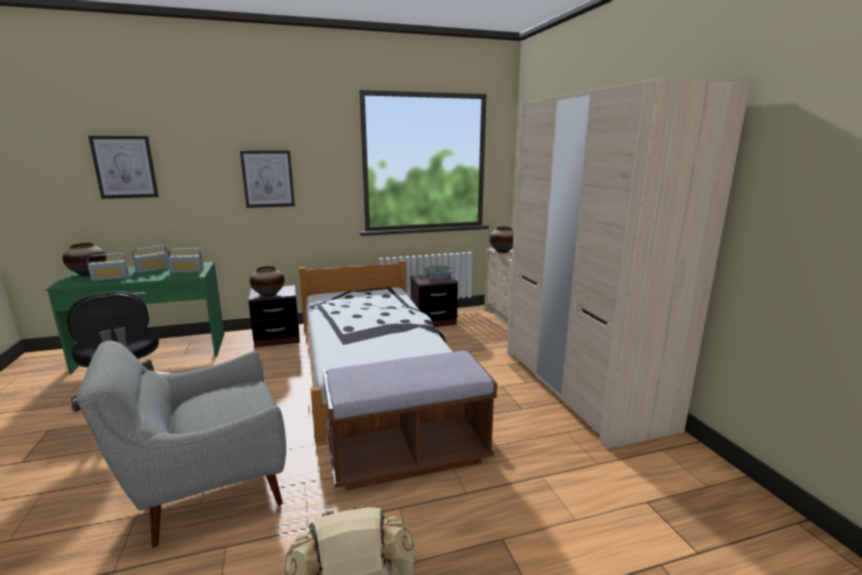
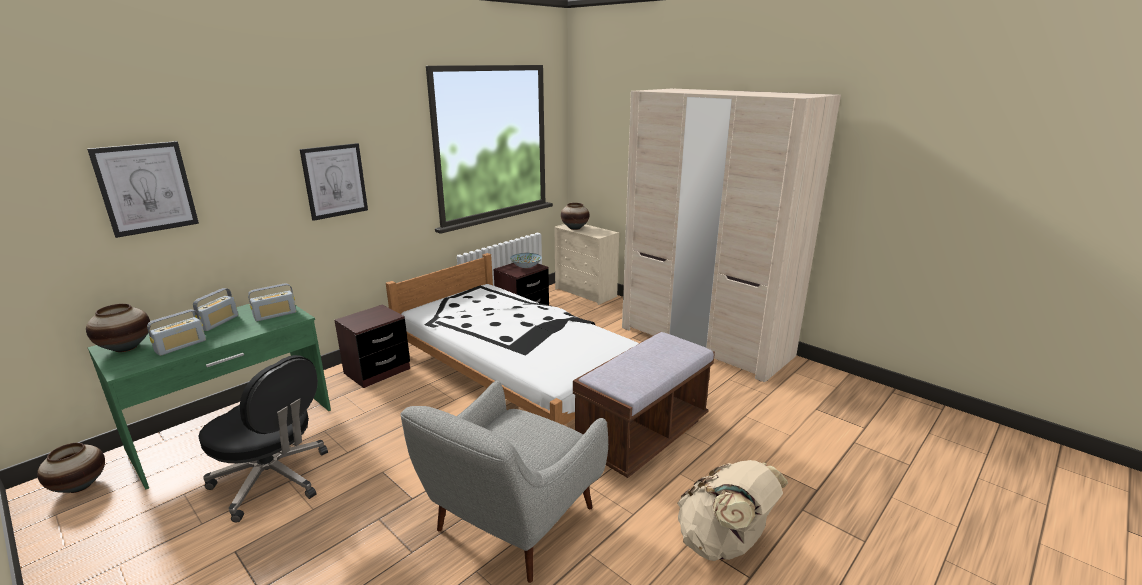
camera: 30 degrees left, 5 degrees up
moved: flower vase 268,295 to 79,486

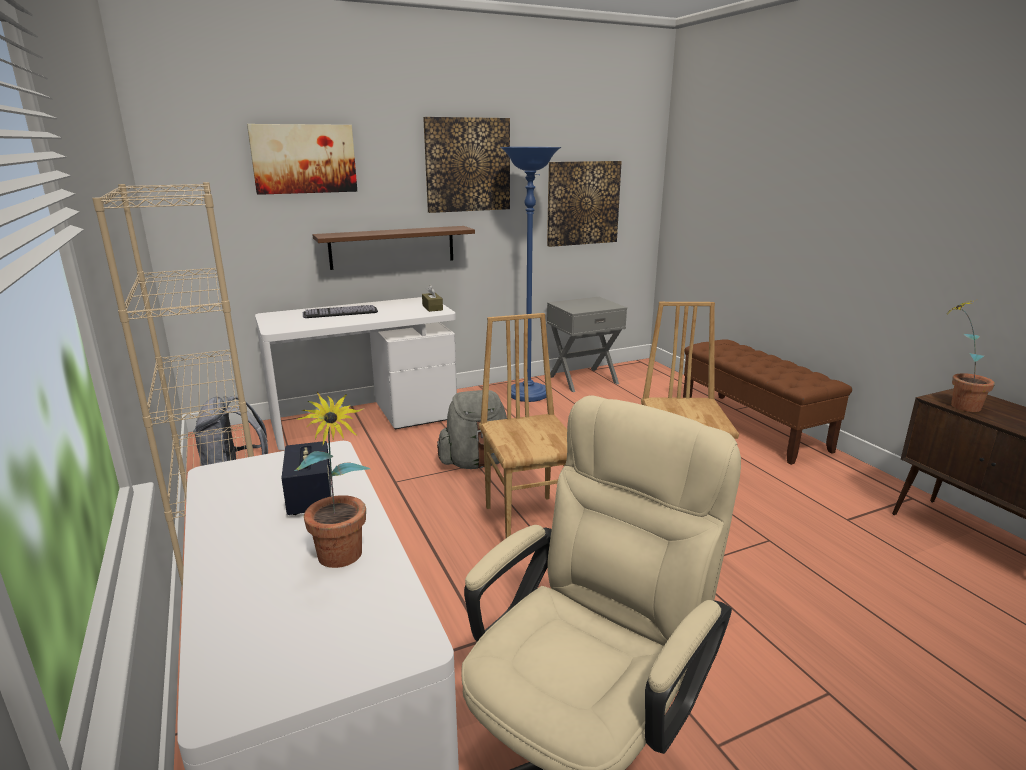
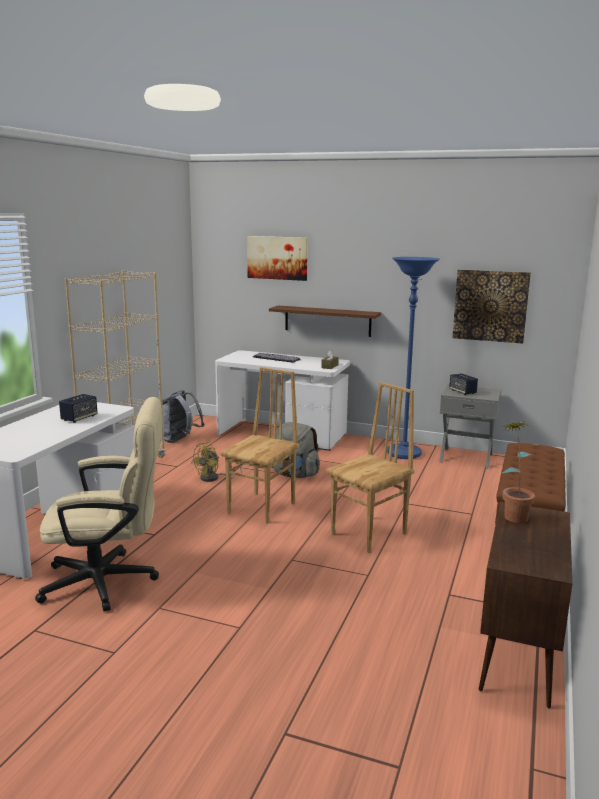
camera: 45 degrees right, 5 degrees down
removed: plant in a pot 342,562; wall art 467,165
added: yellowish cooling fan 214,478; speaker 462,392

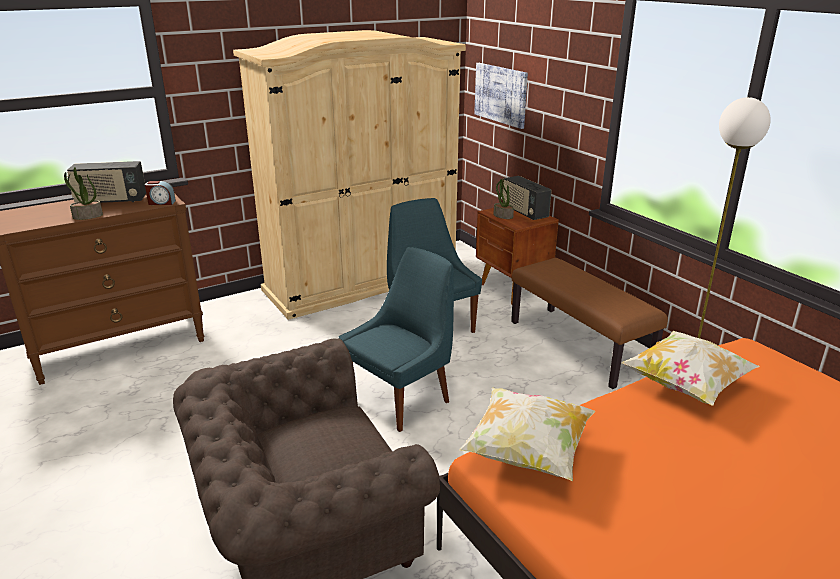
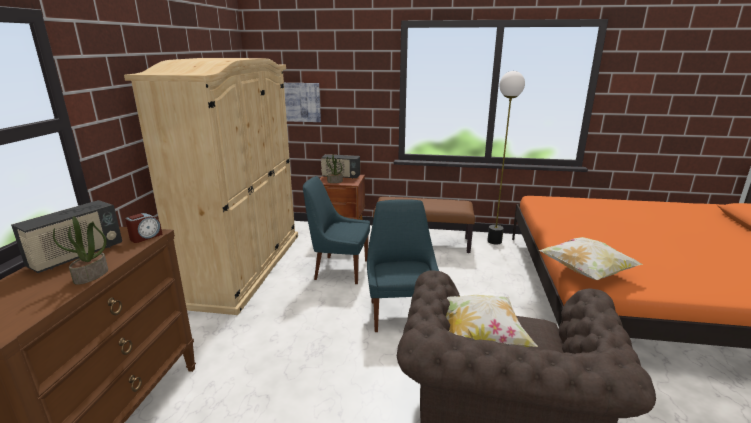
camera: 50 degrees left, 5 degrees down
moved: cushion 686,385 to 480,337

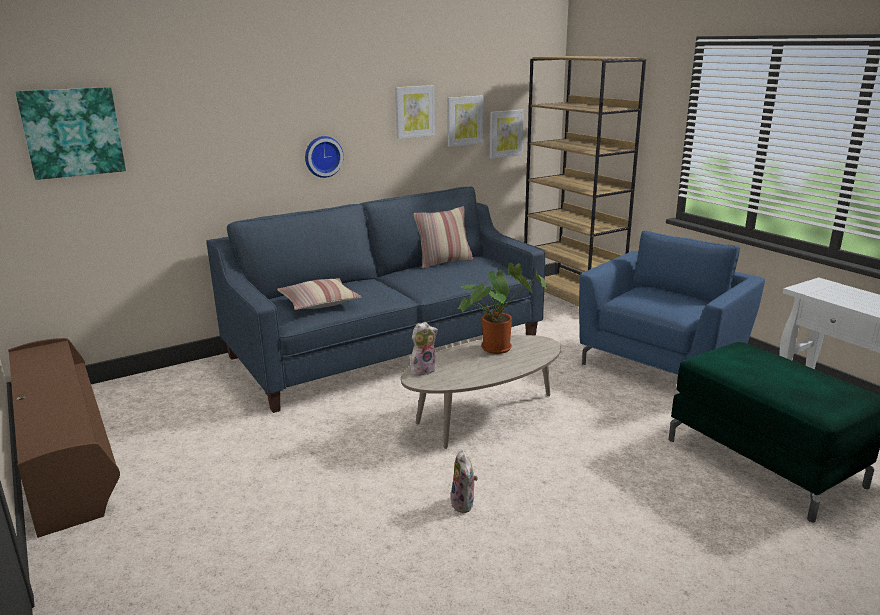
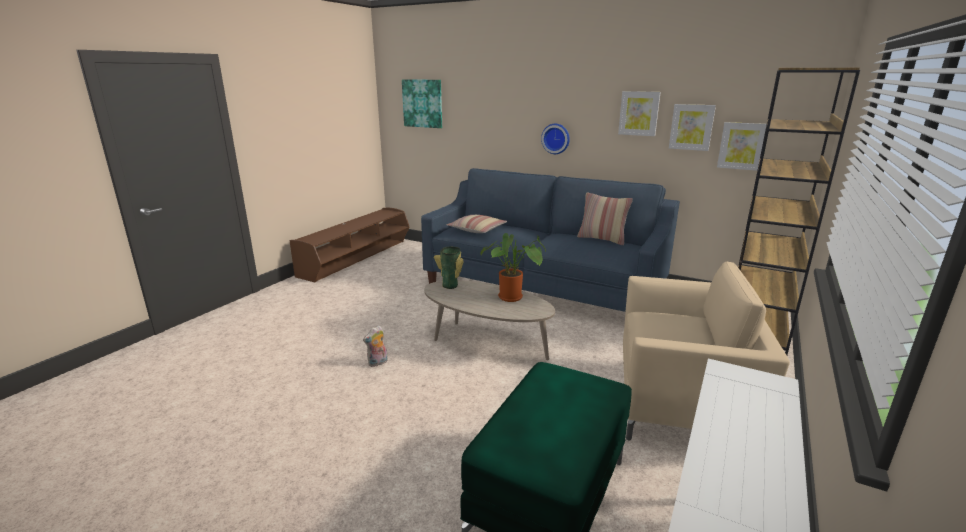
camera: 60 degrees right, 0 degrees up
replaced: soft toy 423,370 to flower vase 451,284
recoloured: blue armchair 661,365 to beige armchair 681,405

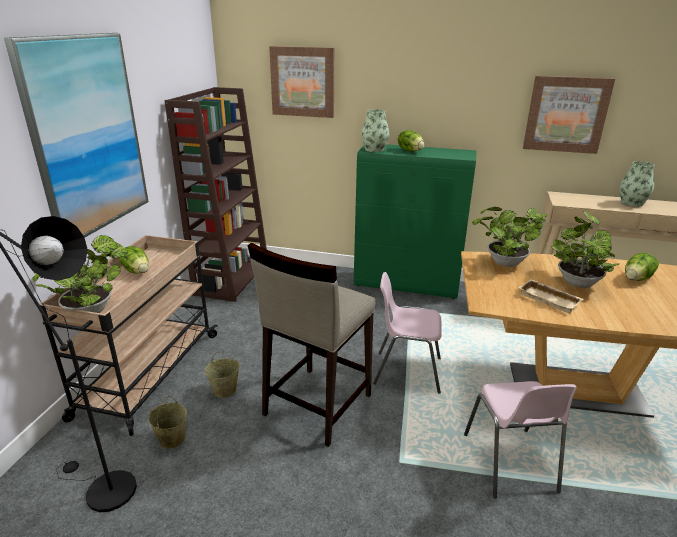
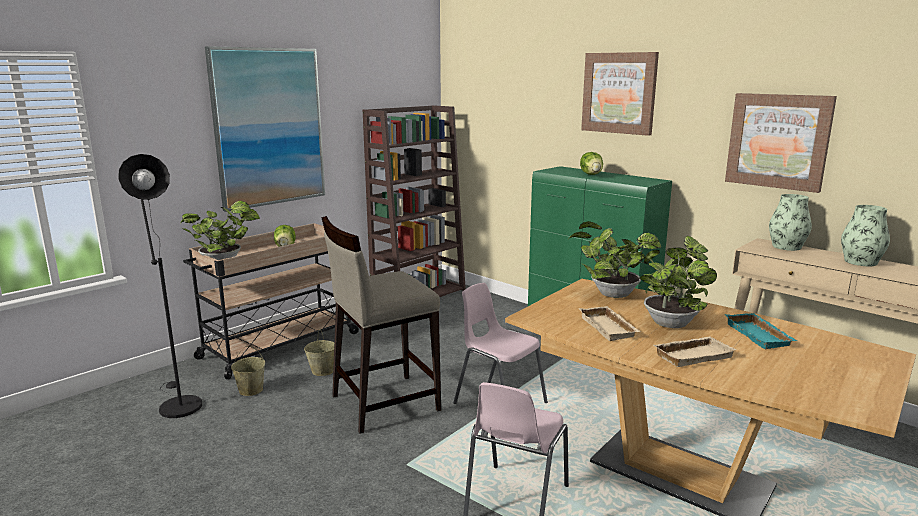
camera: 30 degrees right, 10 degrees down
added: beige tray 692,355
moved: wall art 303,82 to 619,93; flower vase 374,149 to 786,247
replaced: head of lettuce 637,279 to turquoise-coloured tray 760,335

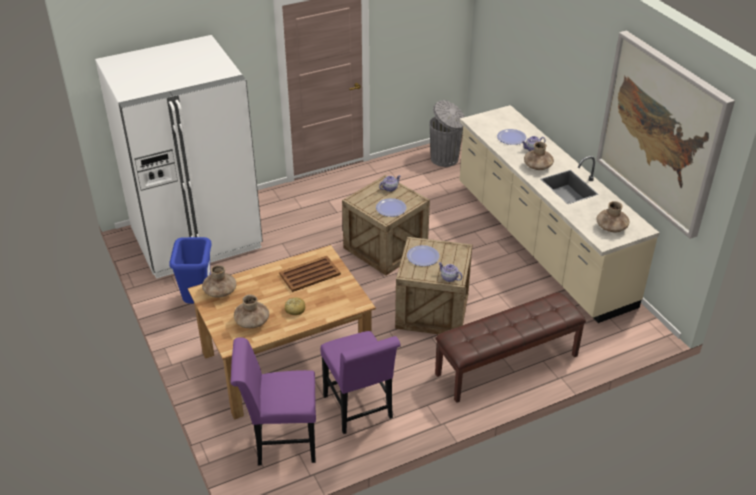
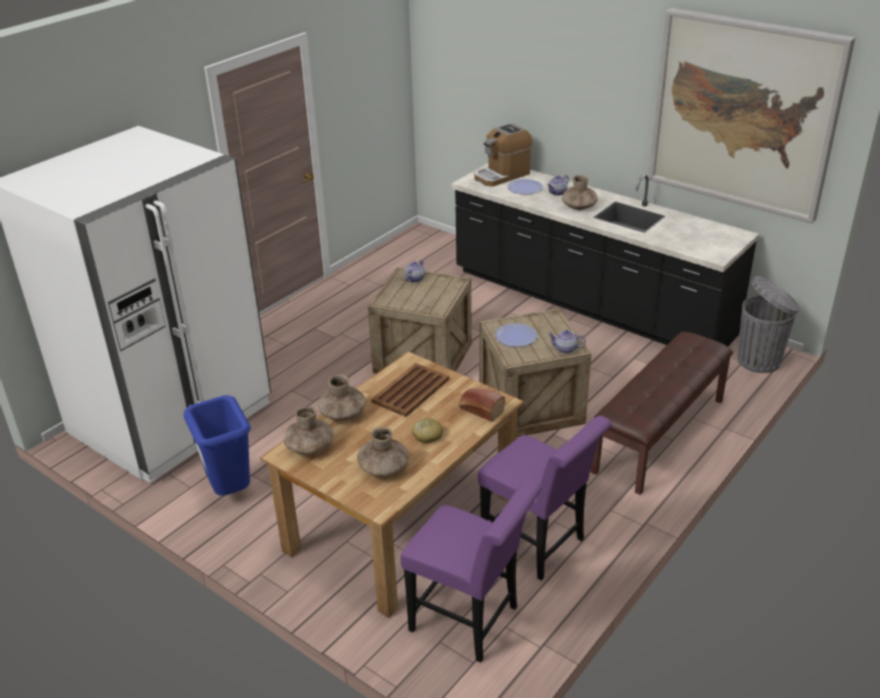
camera: 25 degrees left, 5 degrees down
removed: flat dish 391,208
added: baked bread 480,410; coffee brewer 502,175
moved: gray waste bin 445,159 to 760,361; brown-coloured flower vase 611,227 to 342,413
recoloured: beige kitchen counter 540,244 to blackish kitchen counter 589,304
turned: purplish chair 280,442 = 471,621 120 degrees counterclockwise

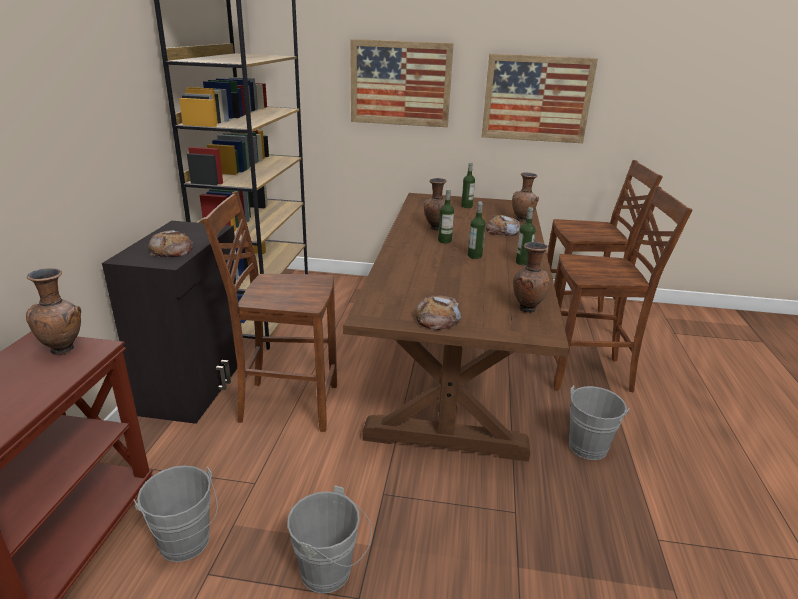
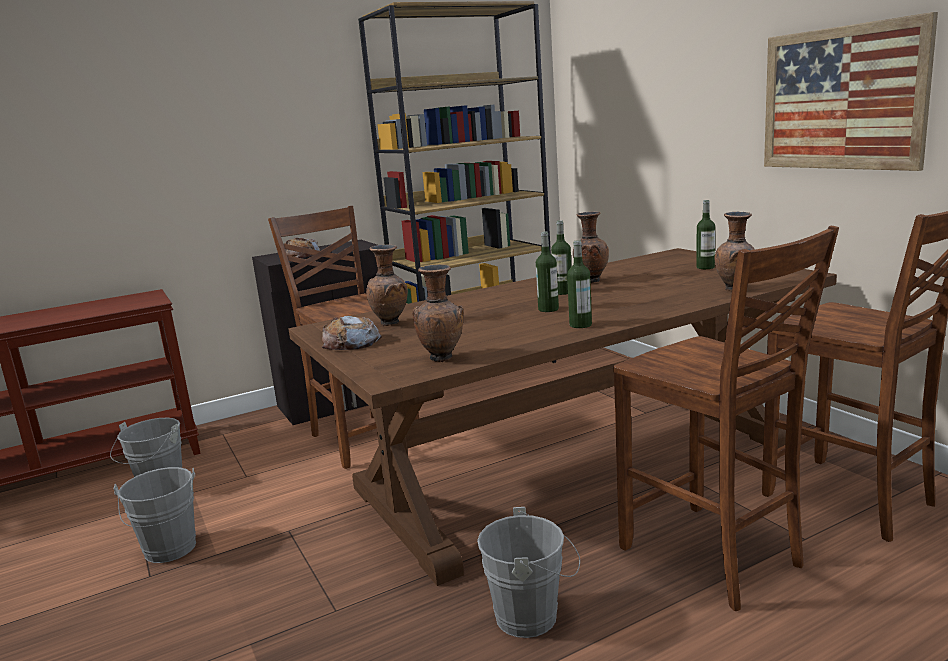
camera: 55 degrees right, 10 degrees down
removed: wall art 400,83; baked bread 502,231
moved: brown-coloured flower vase 64,349 to 391,323

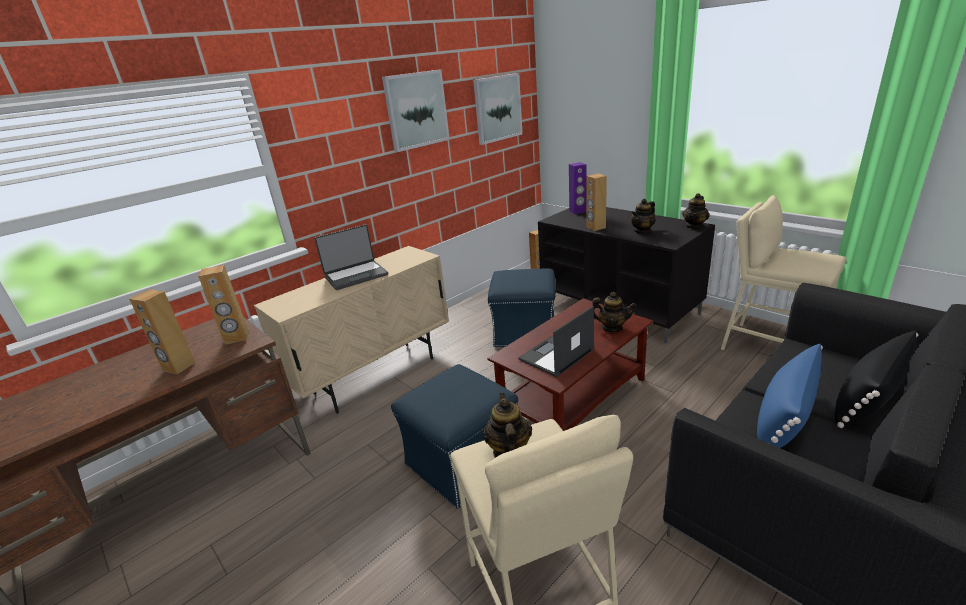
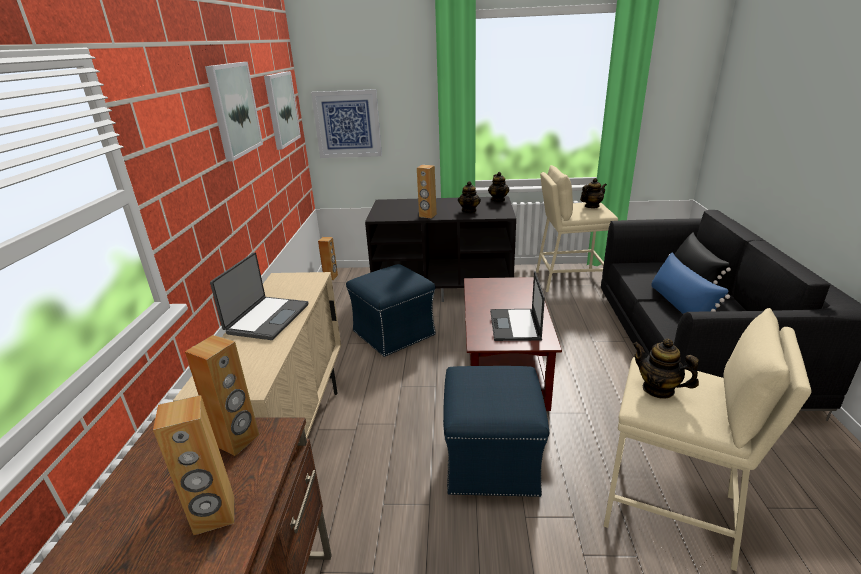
camera: 45 degrees left, 0 degrees up
removed: purplish speaker 577,211
added: wall art 347,124
moved: tea pot 612,328 to 591,206

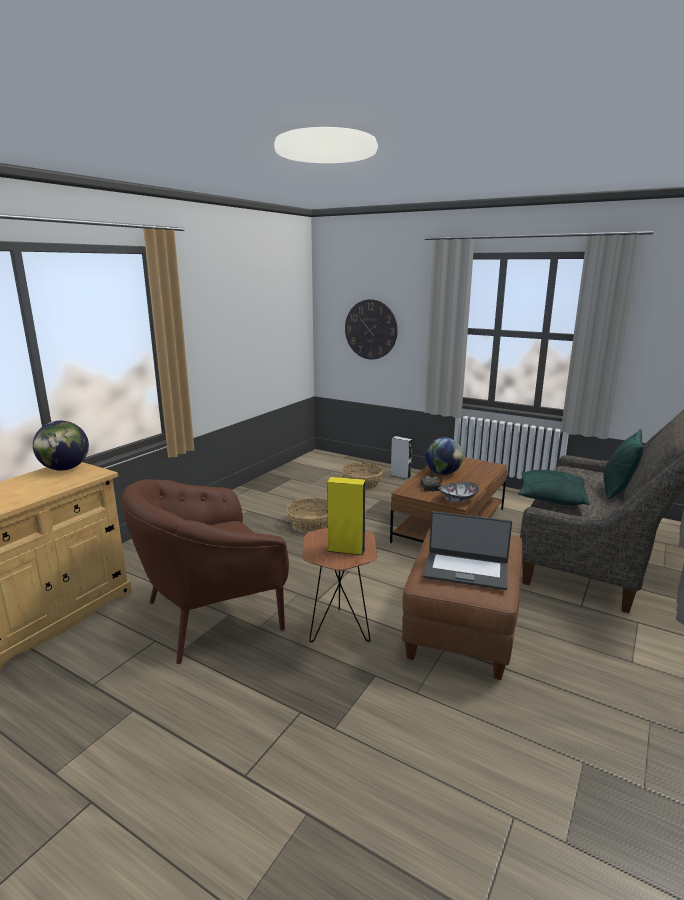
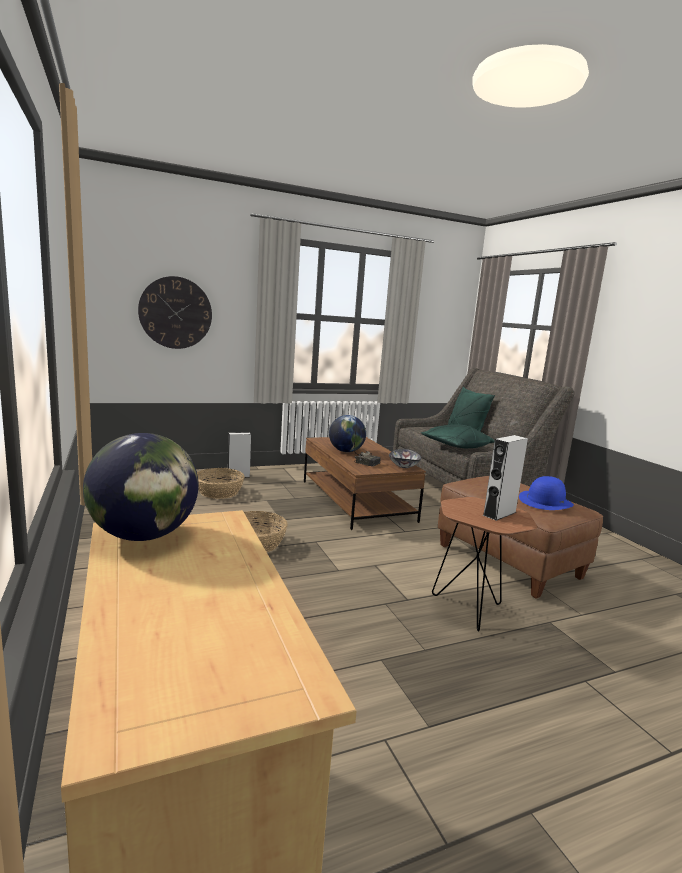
camera: 55 degrees left, 5 degrees down
removed: brown-coloured armchair 212,614
replaced: laptop 465,570 to blue clothing hat 545,501
recoloured: yellowish speaker 346,549 to gray speaker 499,514

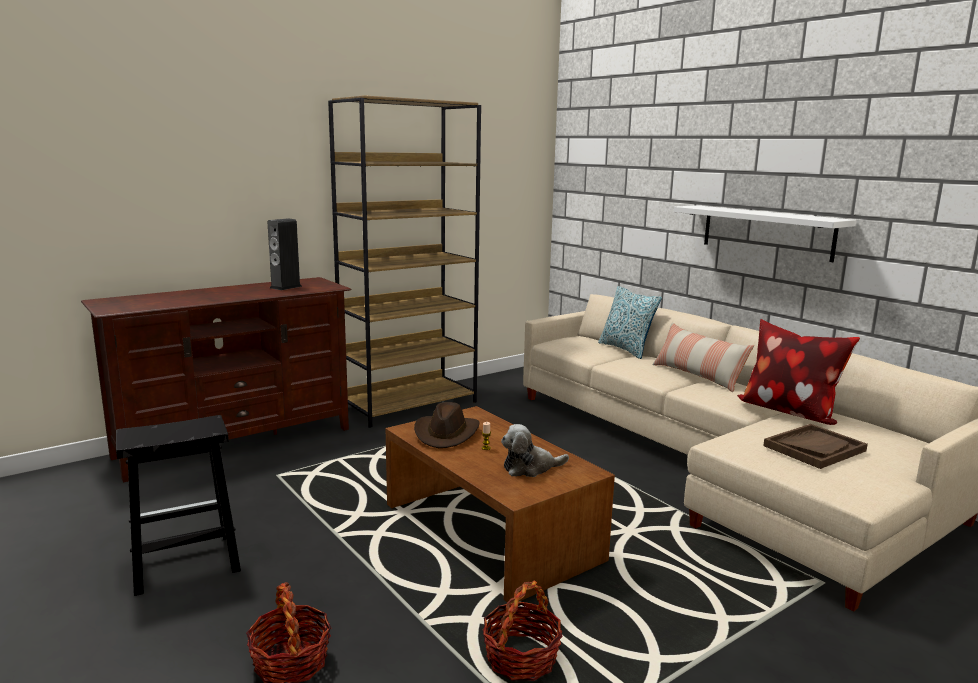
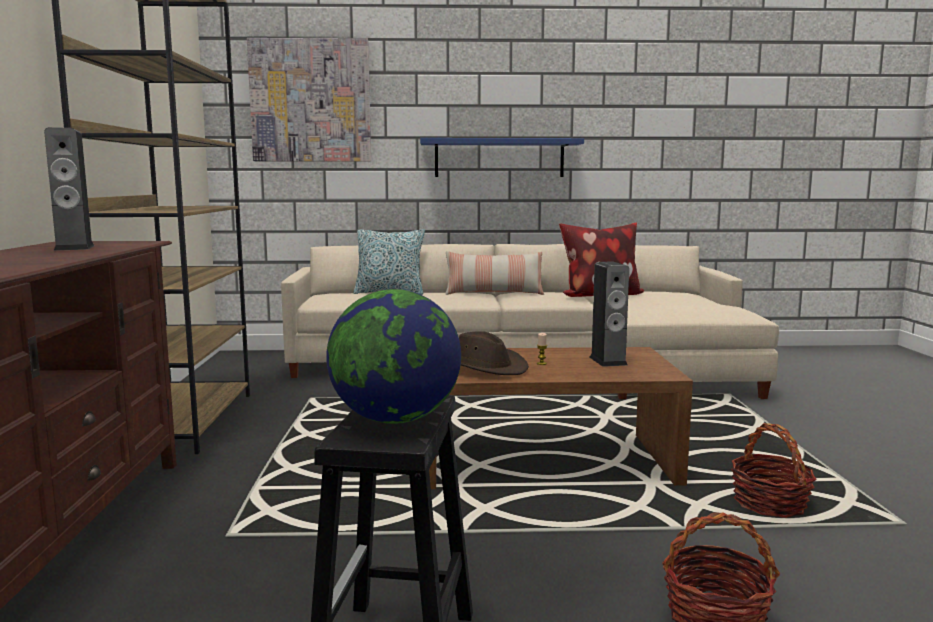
camera: 55 degrees left, 5 degrees down
removed: brown-coloured tray 814,448
added: wall art 311,101; desk globe 395,419
replaced: soft toy 530,468 to speaker 608,361
recoloured: whitish bracket shelf 766,232 to blue bracket shelf 499,158

